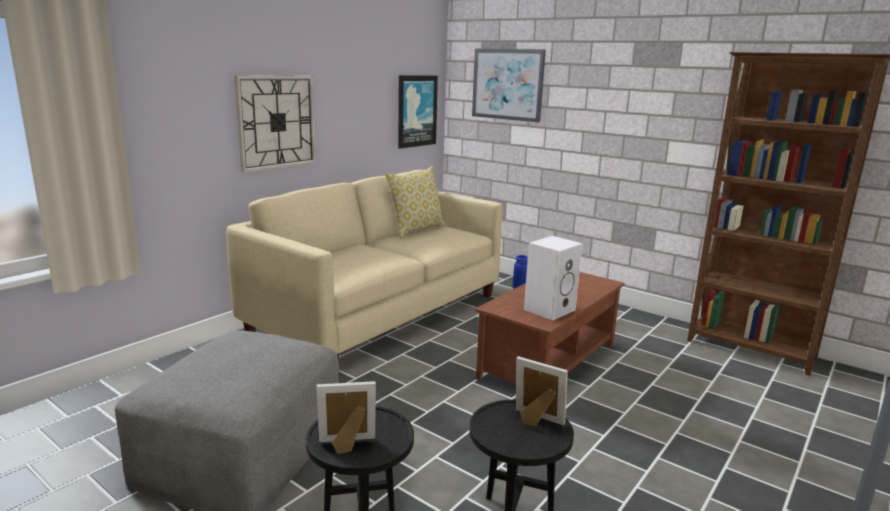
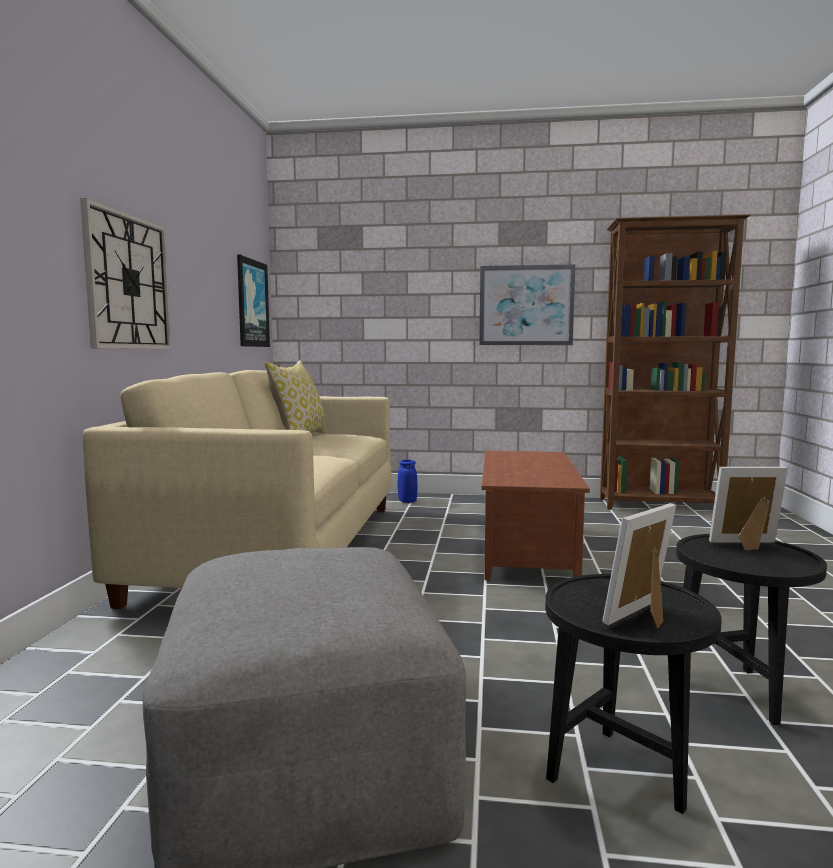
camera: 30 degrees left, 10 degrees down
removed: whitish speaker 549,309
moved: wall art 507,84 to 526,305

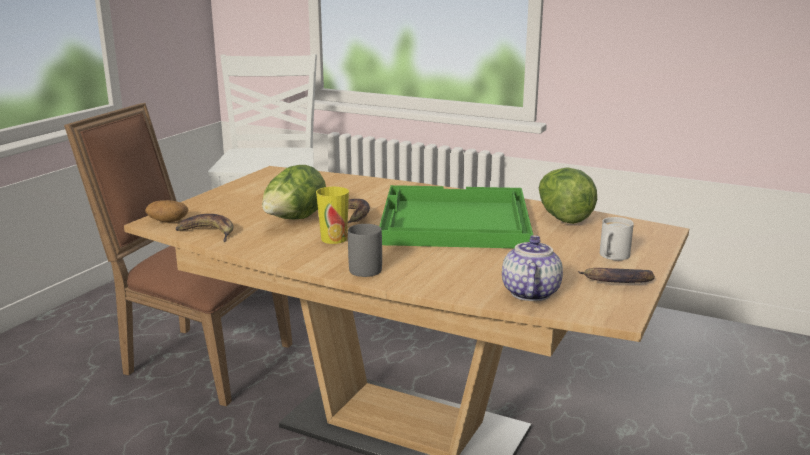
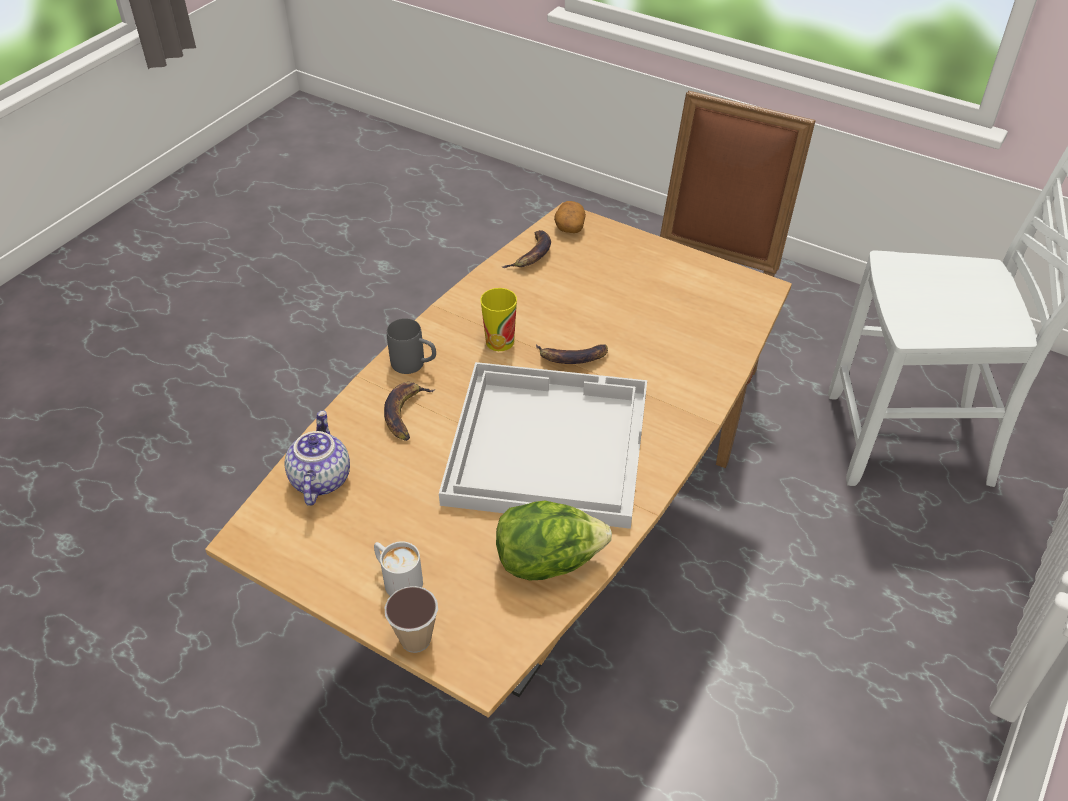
camera: 95 degrees right, 25 degrees up
removed: head of lettuce 294,220
added: cup 415,639
moved: banana fruit 617,282 to 405,413
recoloured: green tray 453,221 to whitish tray 546,444
turned: tea pot 529,292 = 319,479 105 degrees counterclockwise

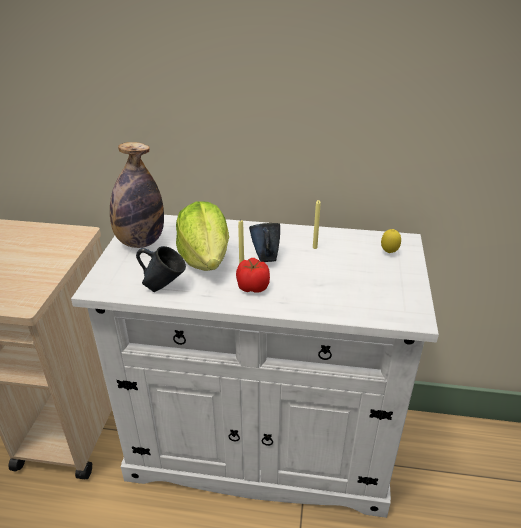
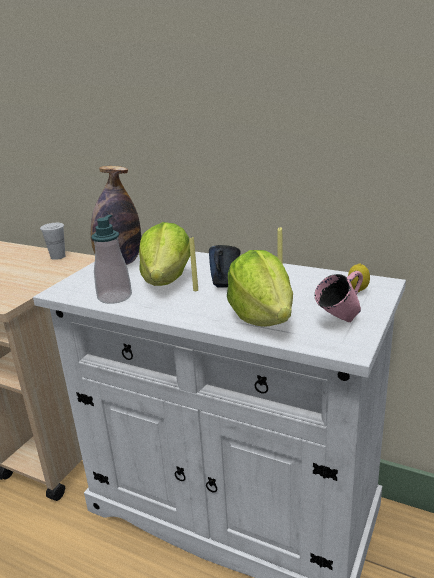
camera: 20 degrees right, 10 degrees down
removed: whole tomato 253,286
added: whitish cup 58,256; head of lettuce 262,317; pink-coloured mug 339,322
replaced: blue mug 164,287 to soap bottle 114,297

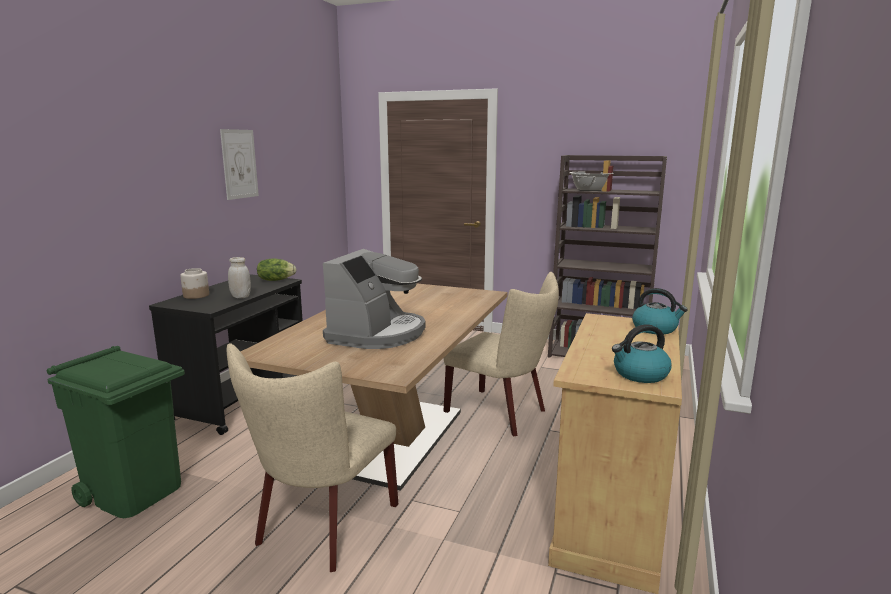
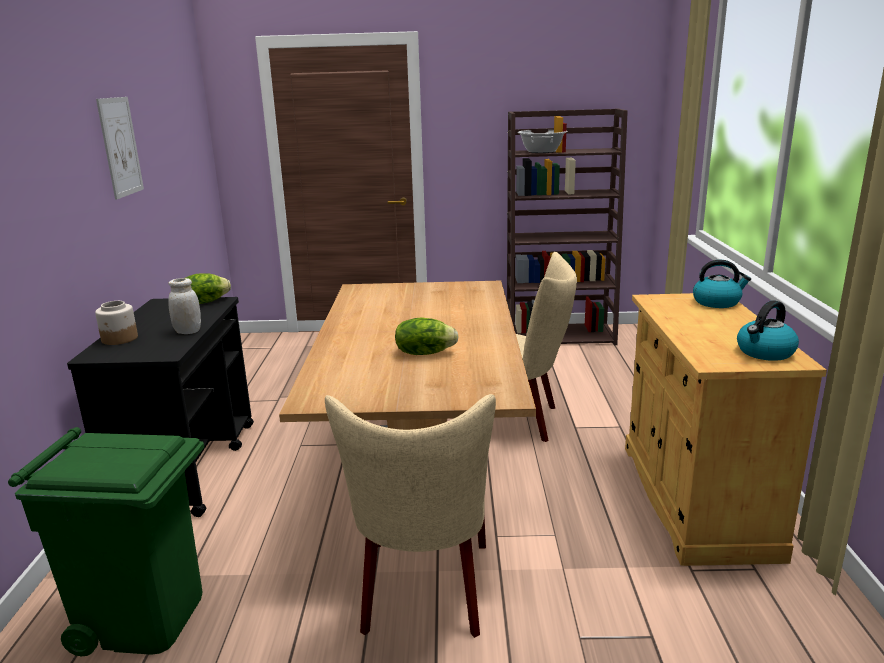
camera: 20 degrees left, 5 degrees up
replaced: coffee brewer 377,334 to head of lettuce 424,353

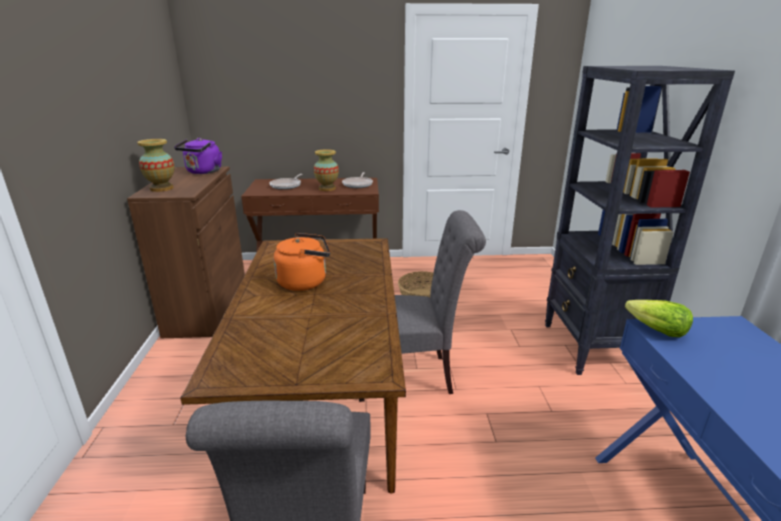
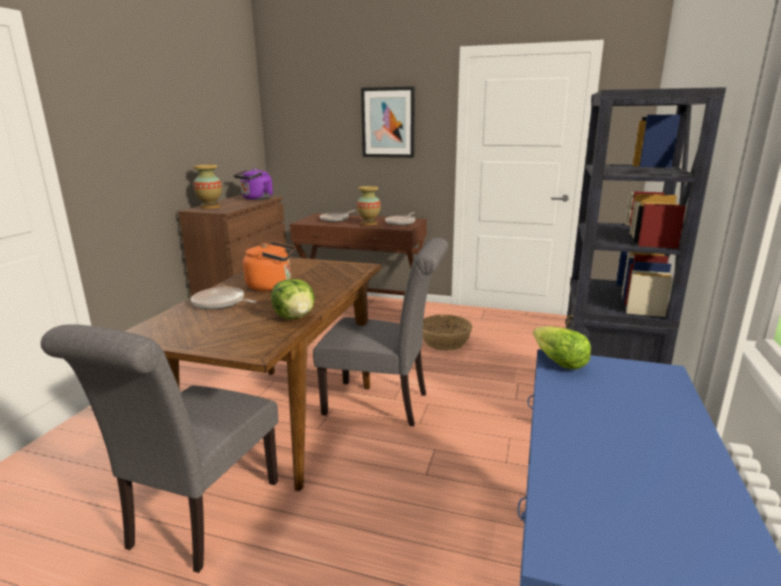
camera: 20 degrees right, 5 degrees down
added: pan 220,303; head of lettuce 295,317; wall art 388,122

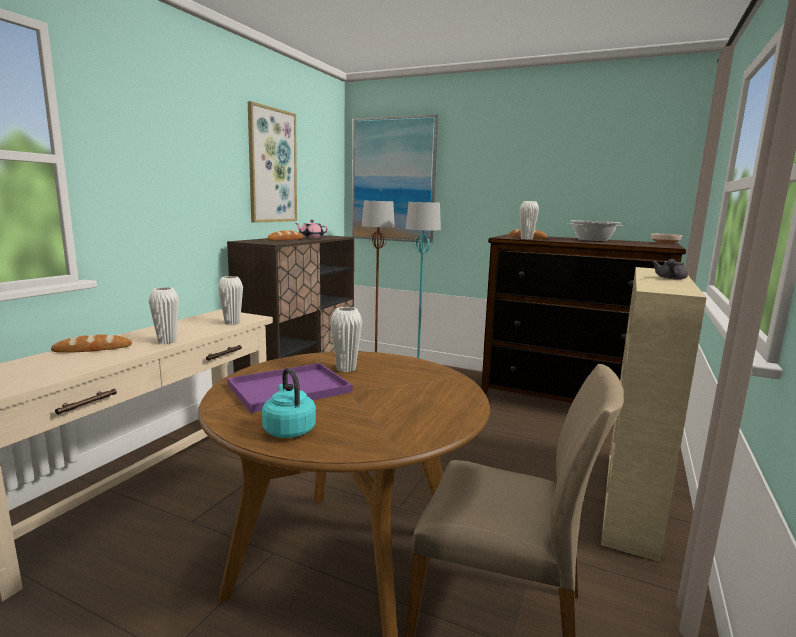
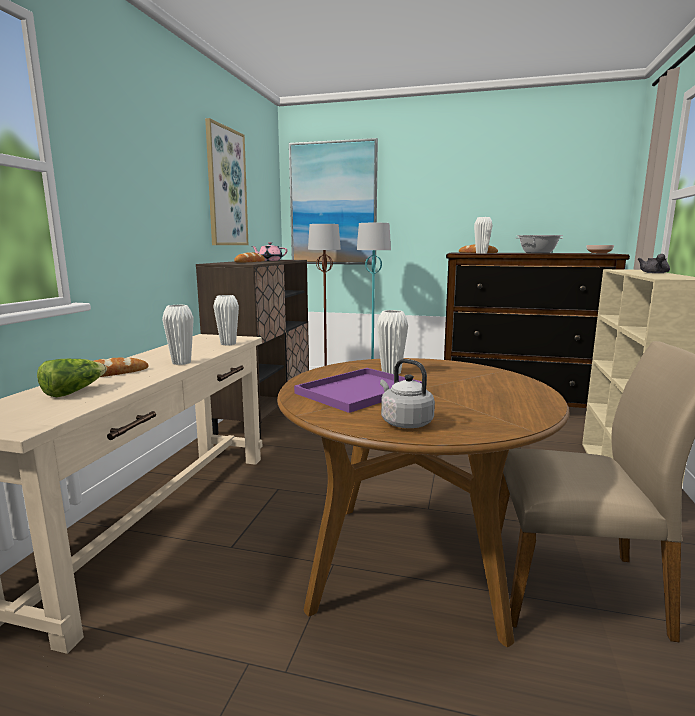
camera: 10 degrees left, 0 degrees up
added: head of lettuce 73,392
recoloured: turquoise-coloured kettle 288,430 to gray kettle 404,422

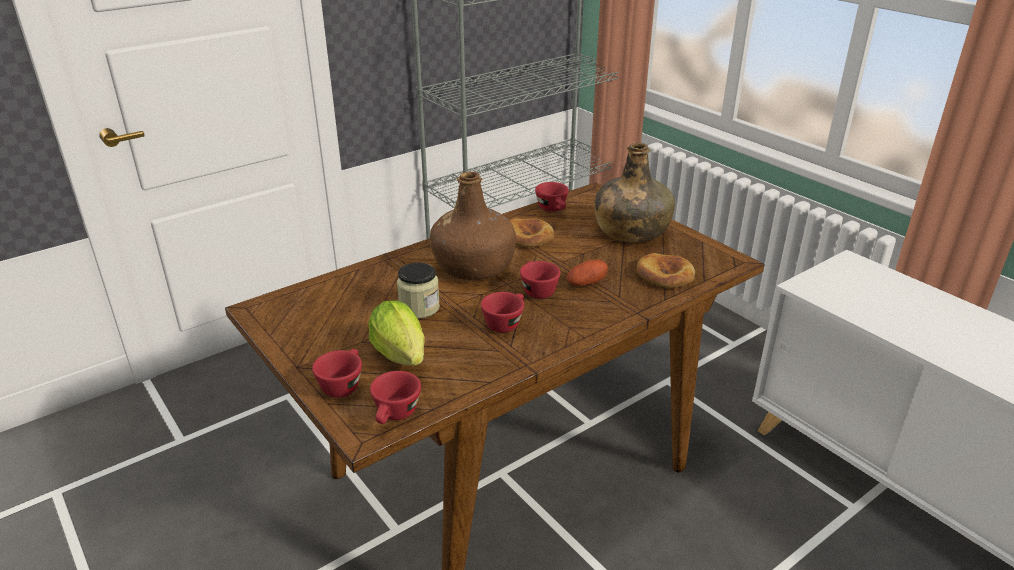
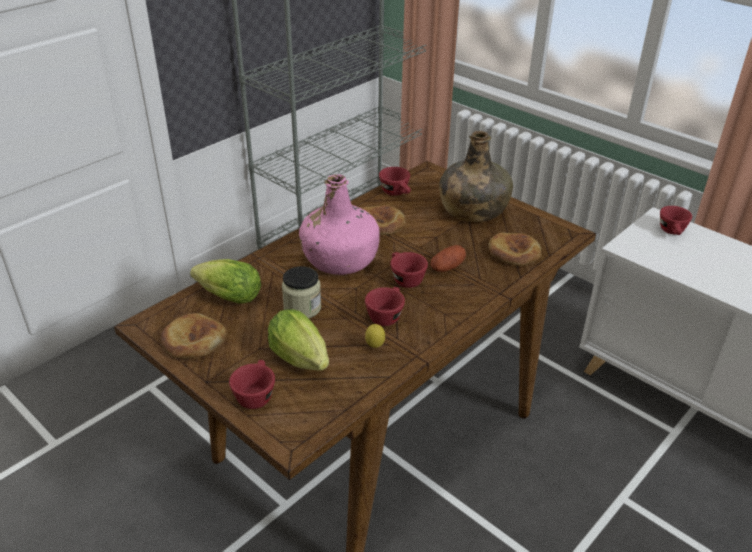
camera: 10 degrees left, 5 degrees up
added: baked bread 193,340; head of lettuce 226,297; citrus fruit 375,346
moved: red-coloured cup 395,415 to 672,232
recoloured: brown-coloured beverage bottle 474,266 to pink-coloured beverage bottle 340,259

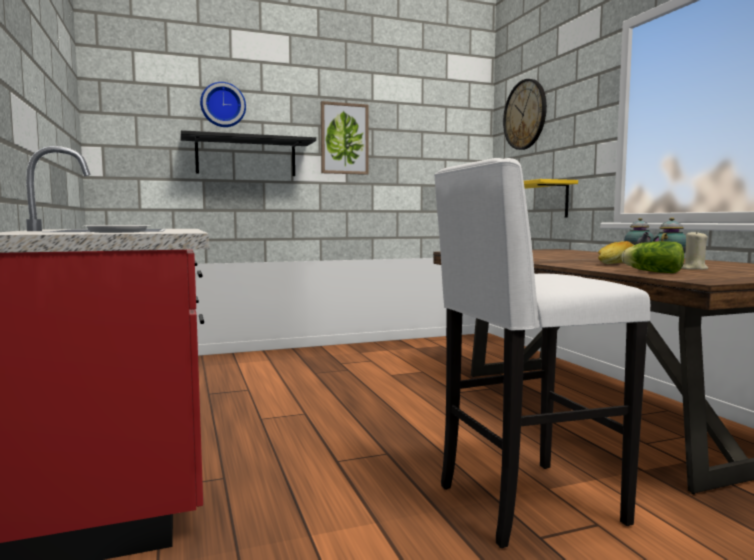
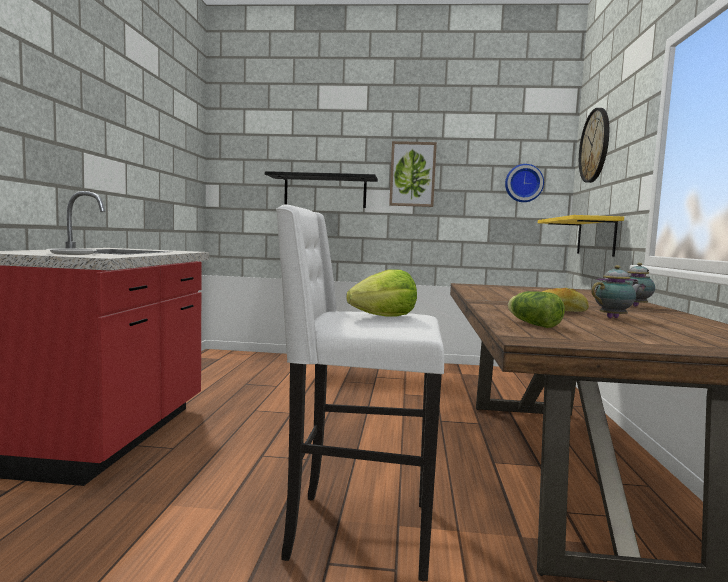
camera: 25 degrees right, 0 degrees up
removed: beige candle 693,269
added: head of lettuce 384,317
moved: hanging clock 223,105 to 523,183

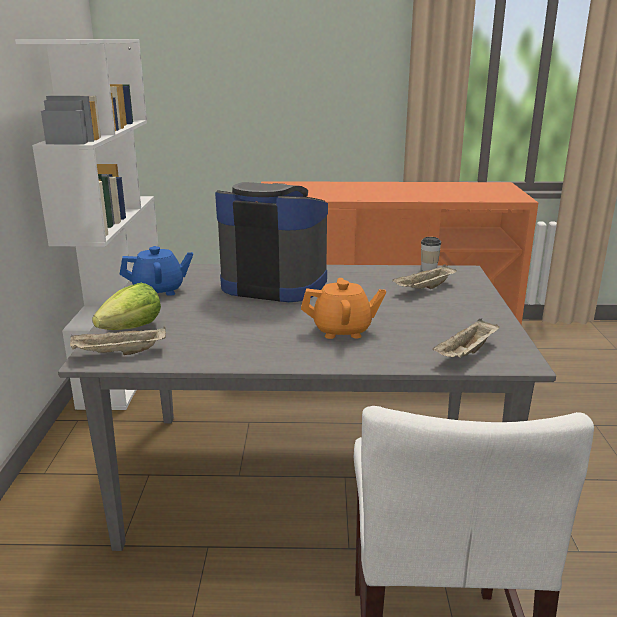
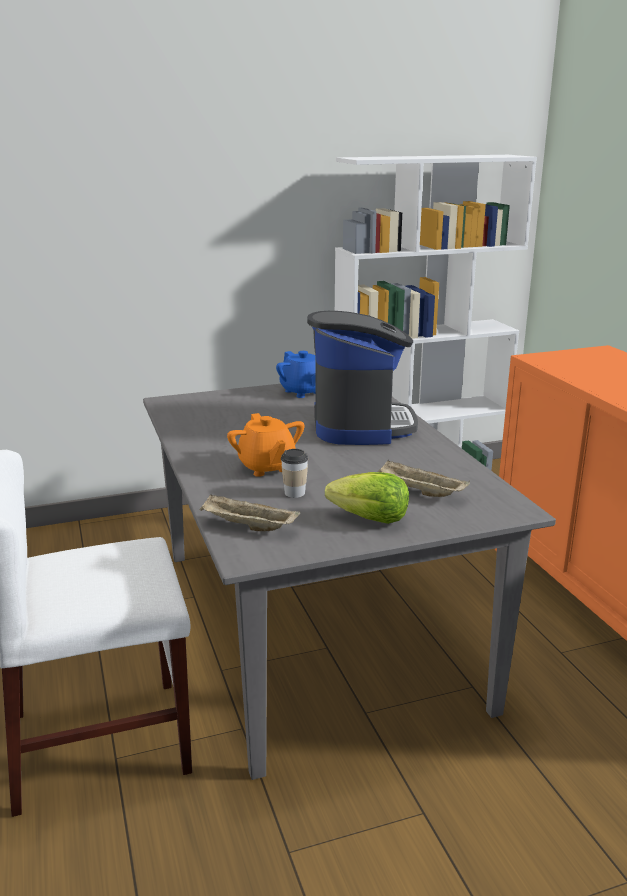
camera: 70 degrees right, 0 degrees up
removed: beige tray 118,353
moved: head of lettuce 132,328 to 370,519; cup 429,269 to 294,493

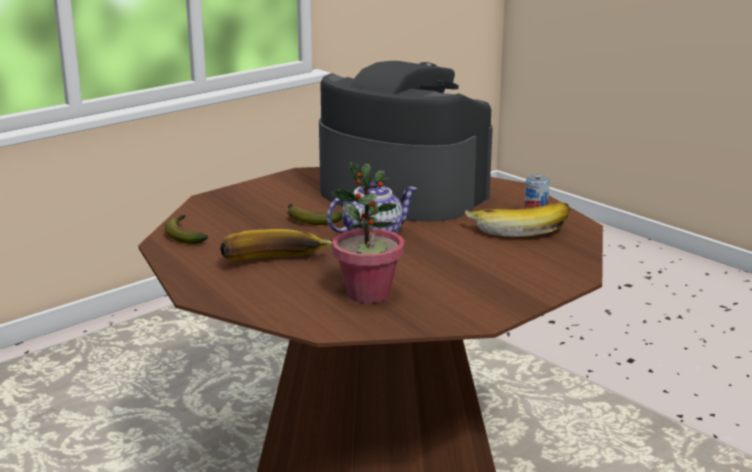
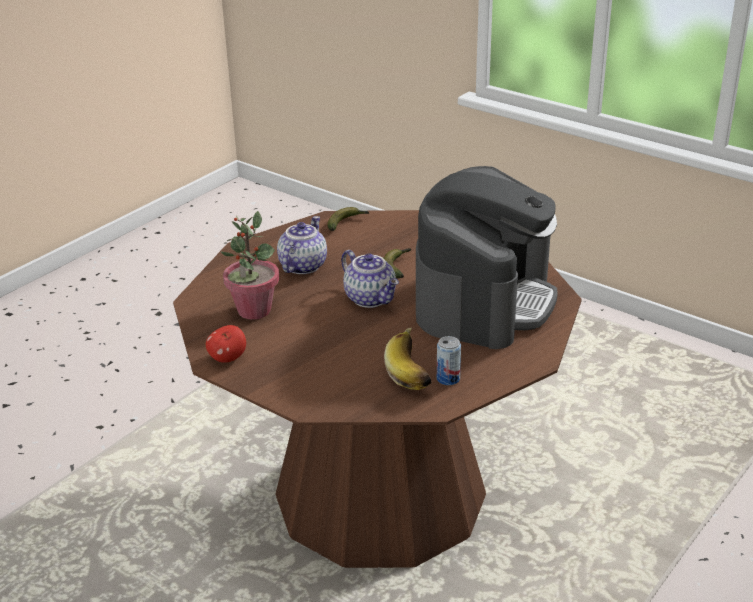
camera: 80 degrees right, 10 degrees up
added: whole apple 227,358
replaced: banana fruit 275,264 to tea pot 302,266

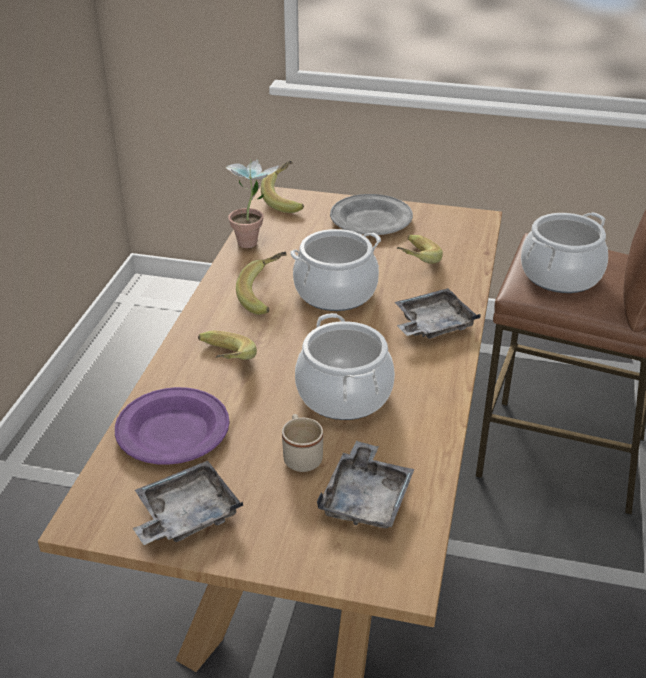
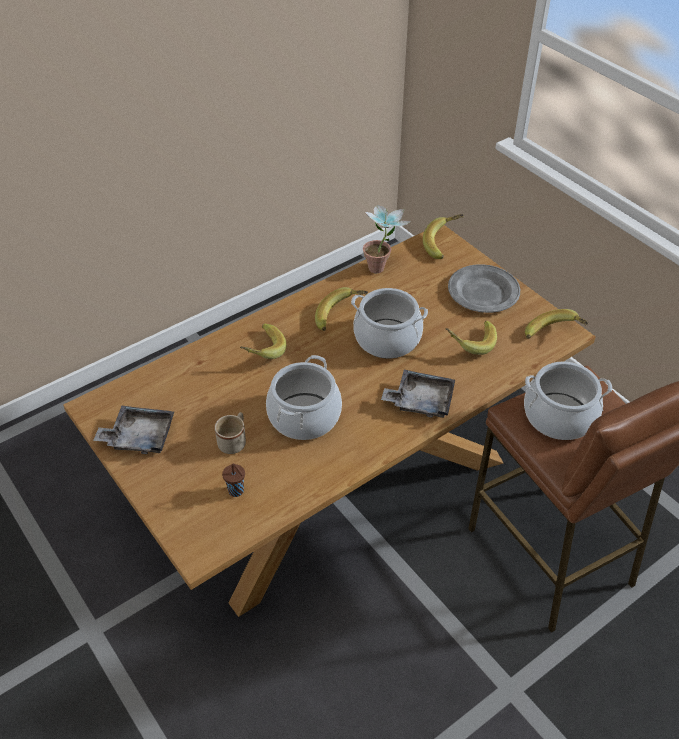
camera: 40 degrees right, 10 degrees up
removed: purplish flat dish 174,431
added: banana fruit 554,336
replaced: gray tray 366,498 to brown-coloured cup 236,491

